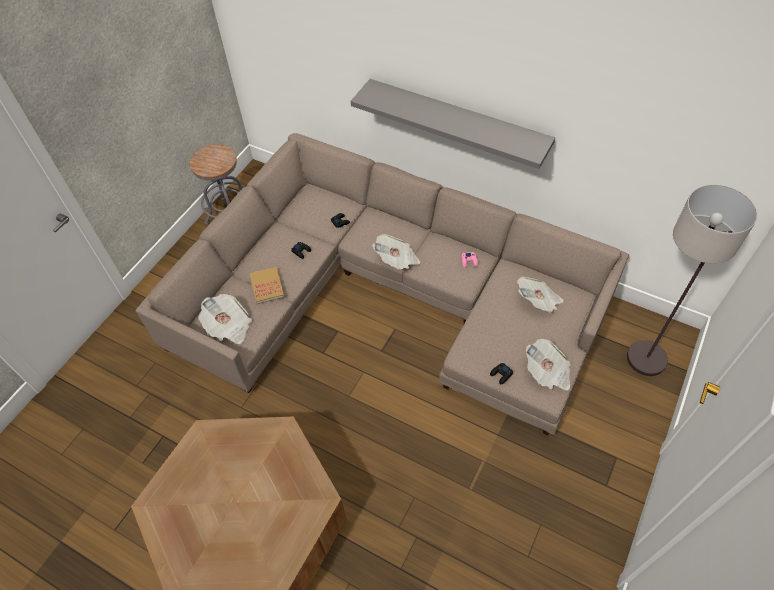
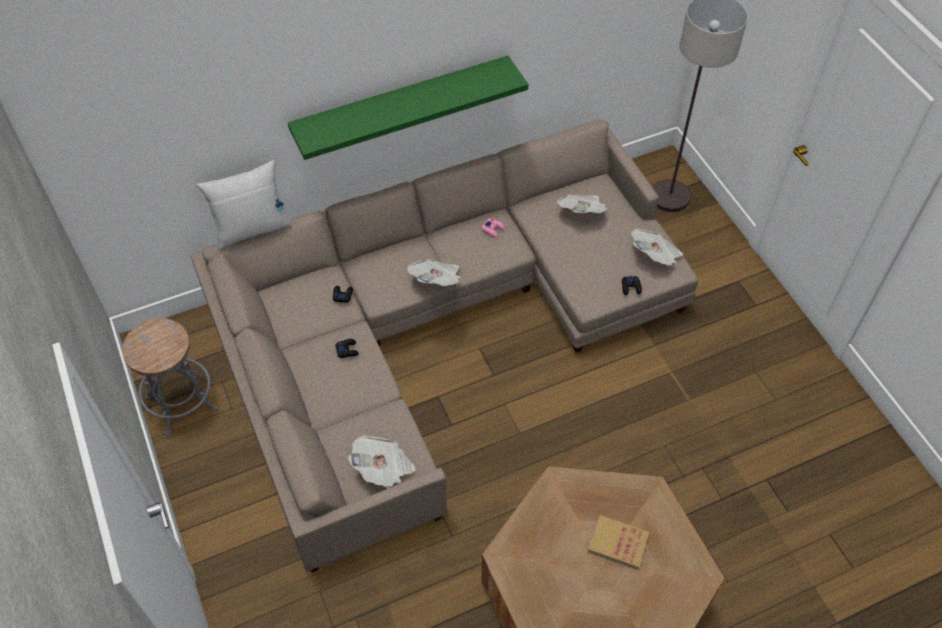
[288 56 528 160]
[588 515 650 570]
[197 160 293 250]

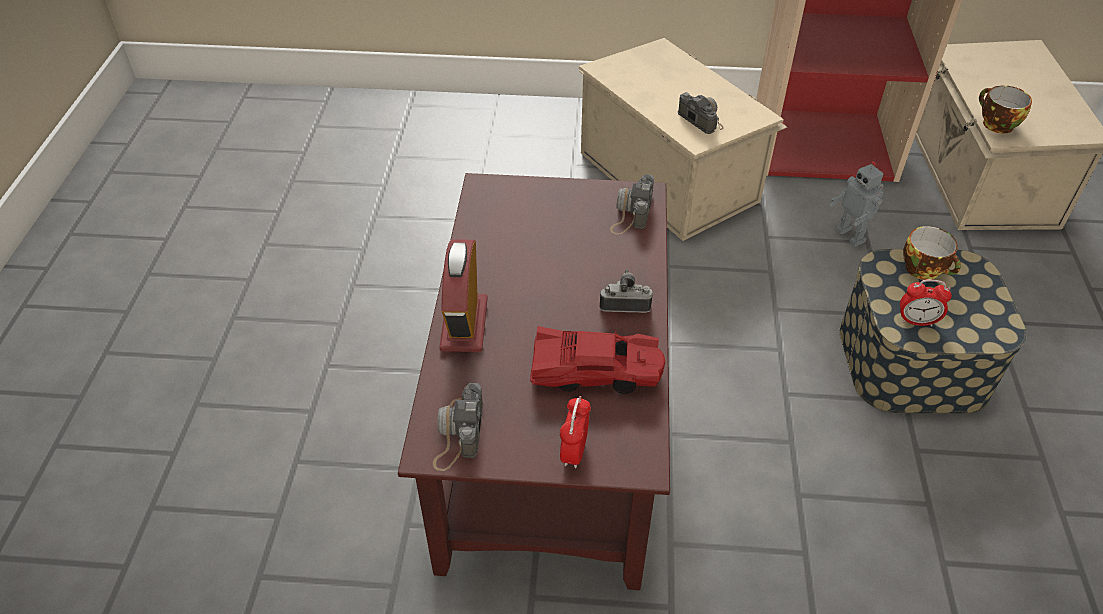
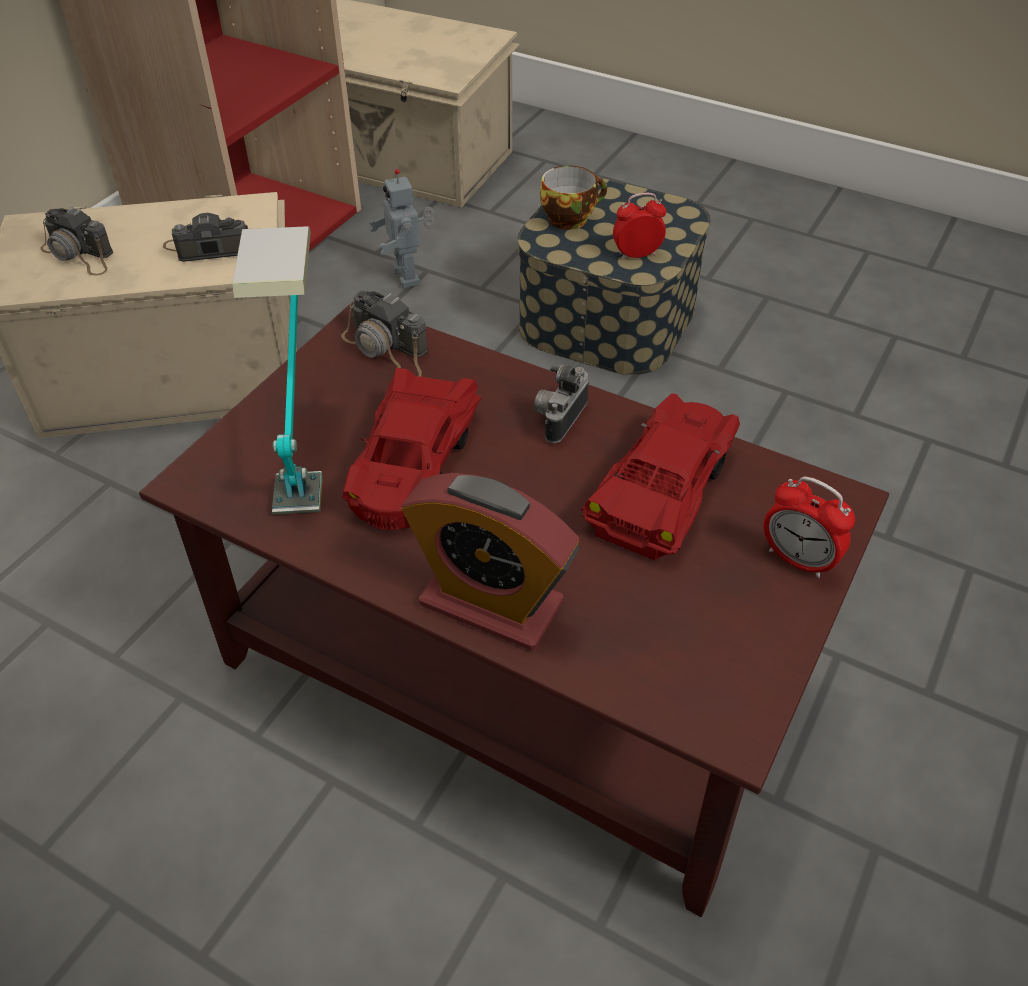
[979 85 1032 134] (first image)
[369 169 434 288]
[613 193 666 259]
[40 207 113 276]
[232 226 322 514]
[342 367 481 530]

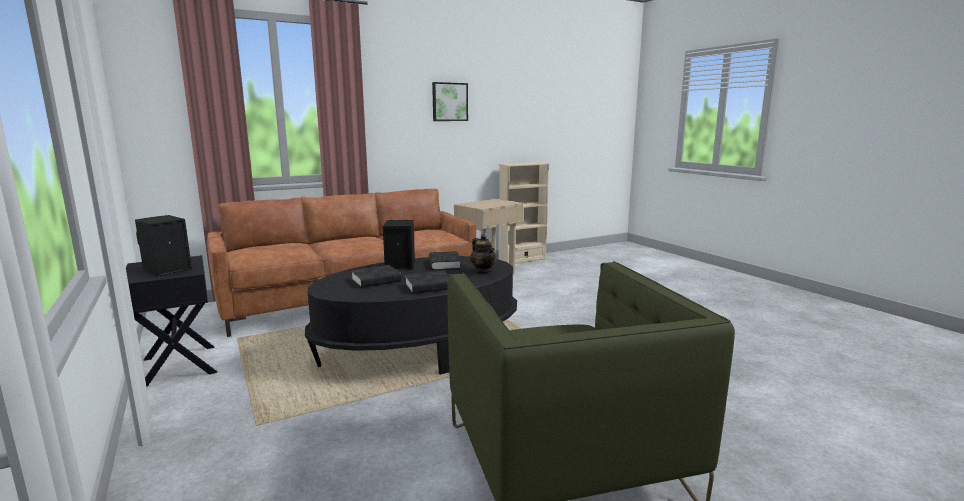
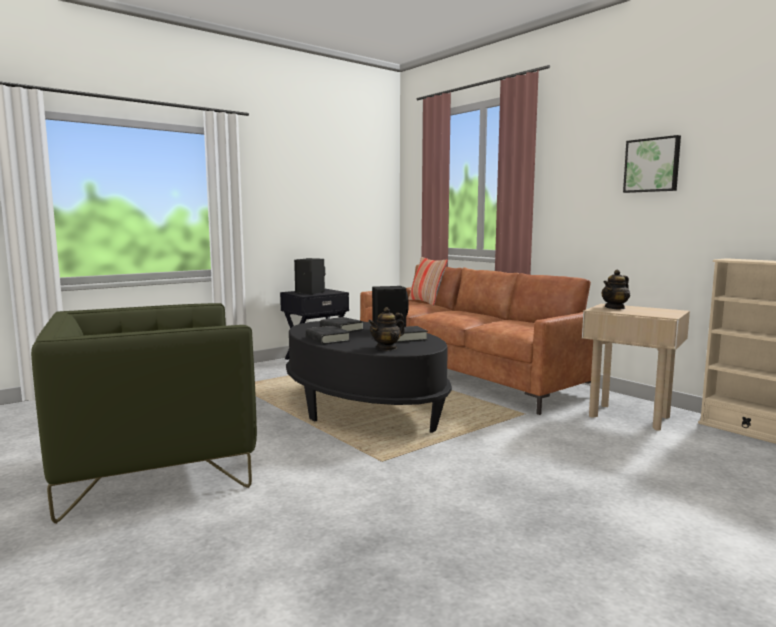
[408 257 448 306]
[602 269 630 310]

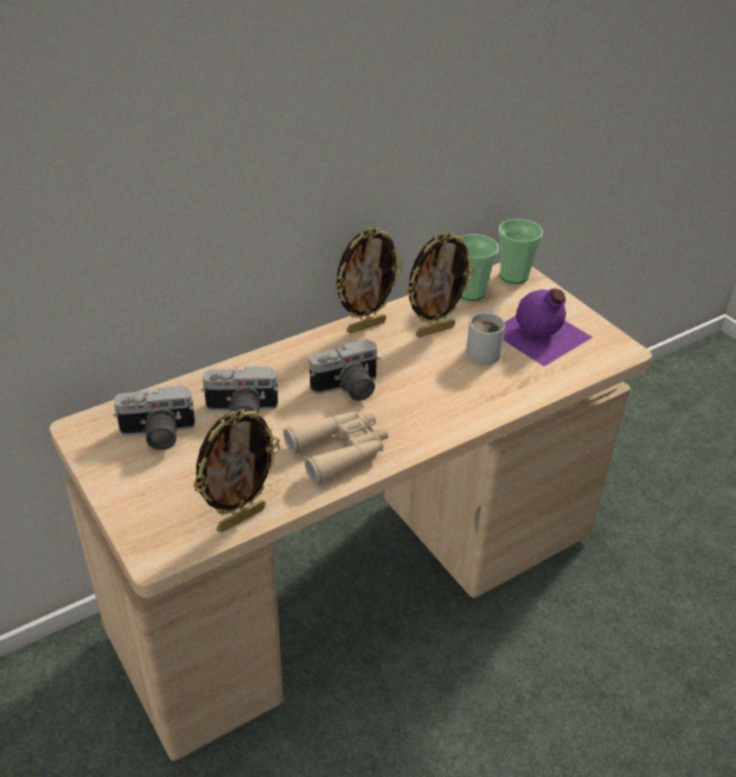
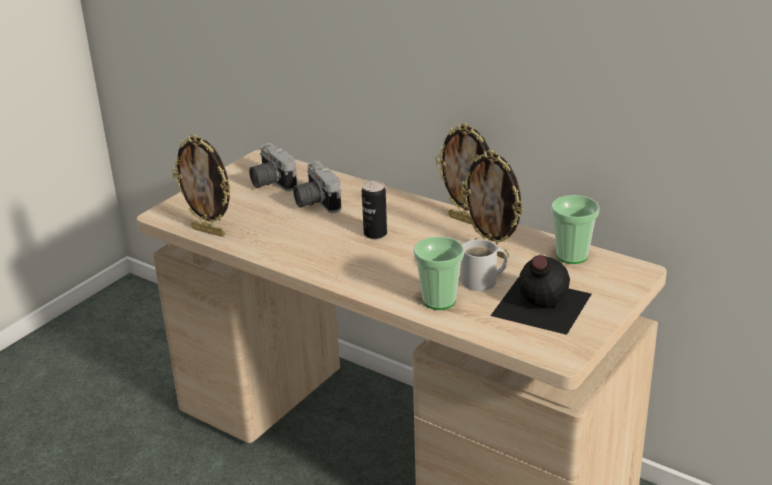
[413 236 464 310]
[490 255 591 335]
[362 181 387 239]
[283 410 388 485] (first image)

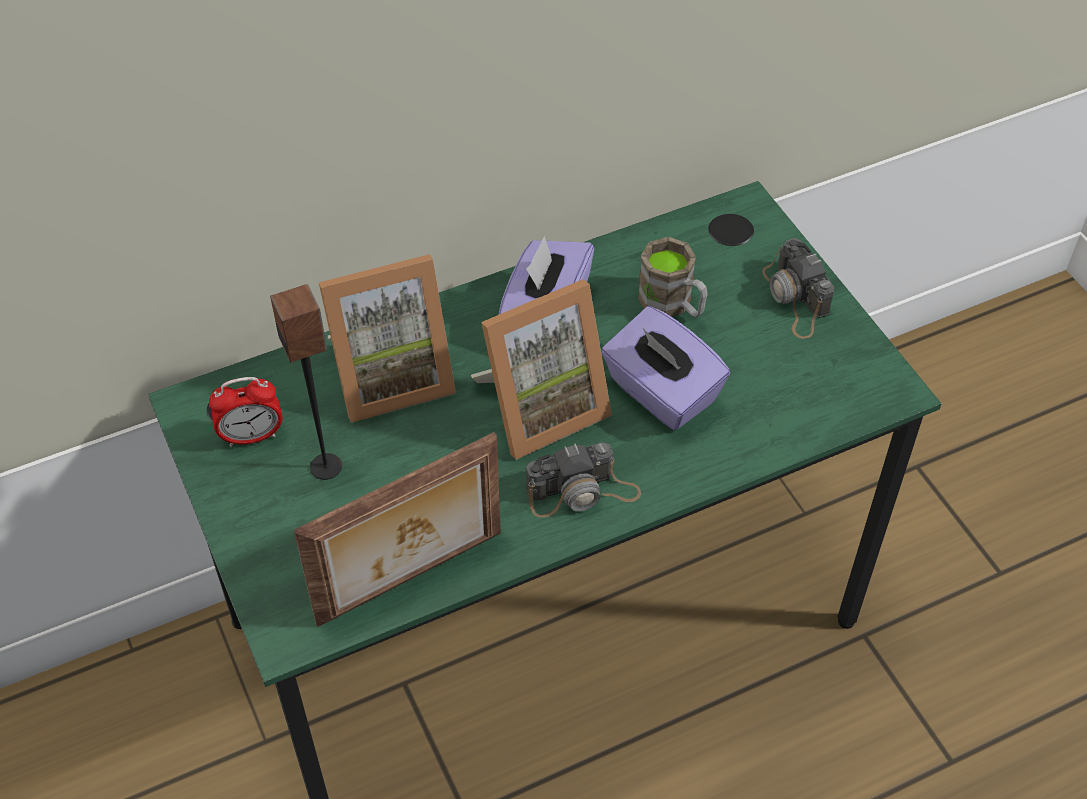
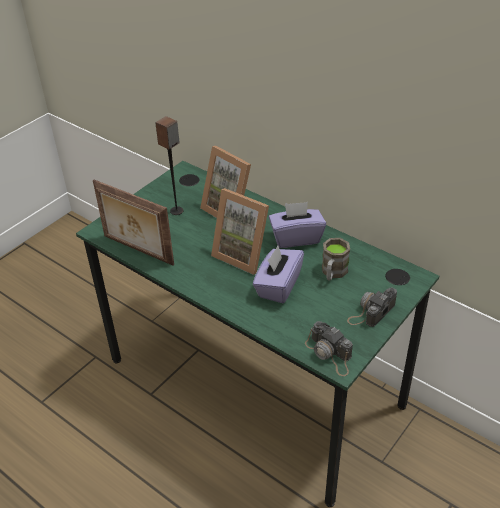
[209 377 283 447] (first image)
[305 321 353 376]

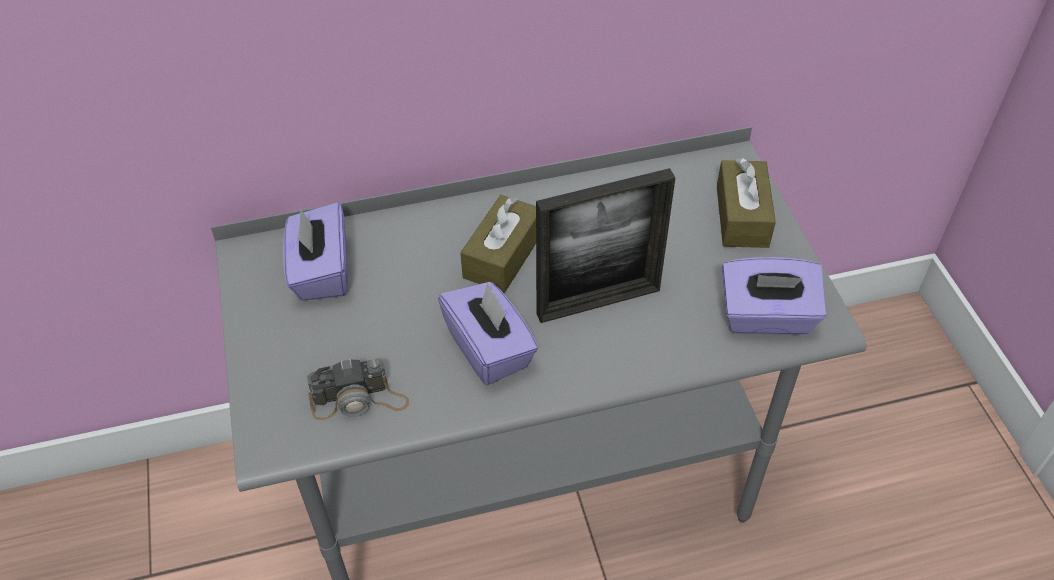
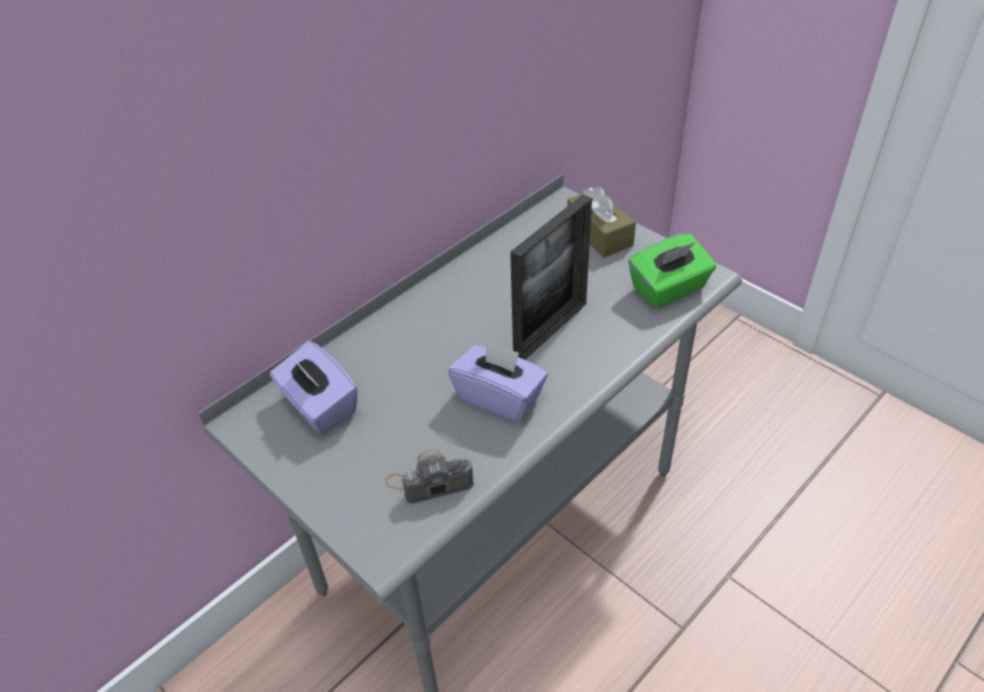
[460 195 536 293] (first image)
[628 233 717 308]
[385 449 474 504]

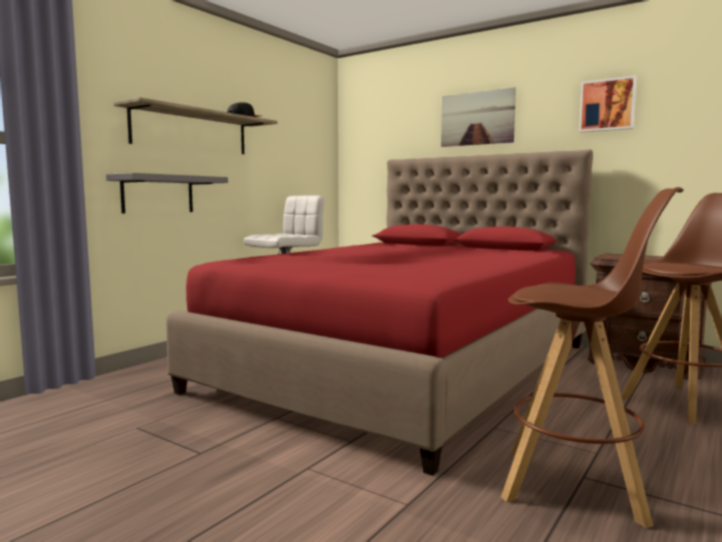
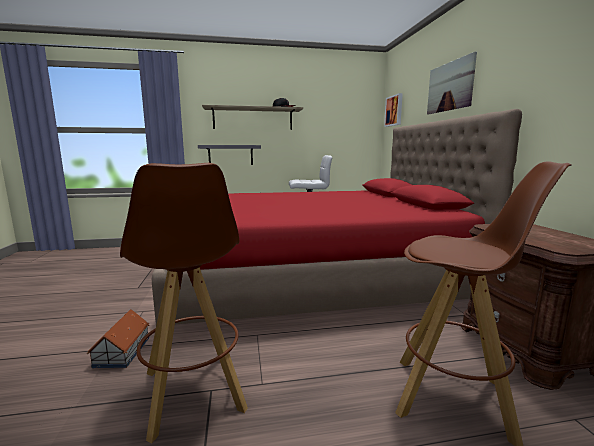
[384 93 403 127]
[87 309 149 368]

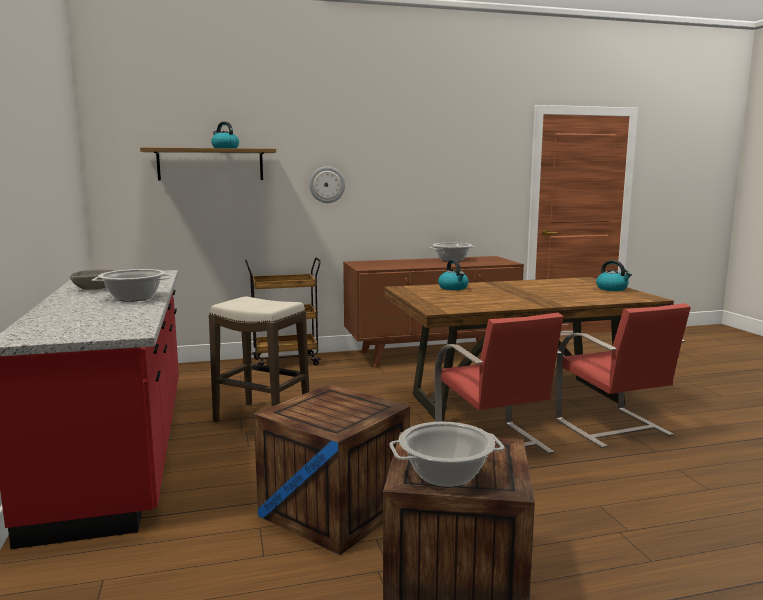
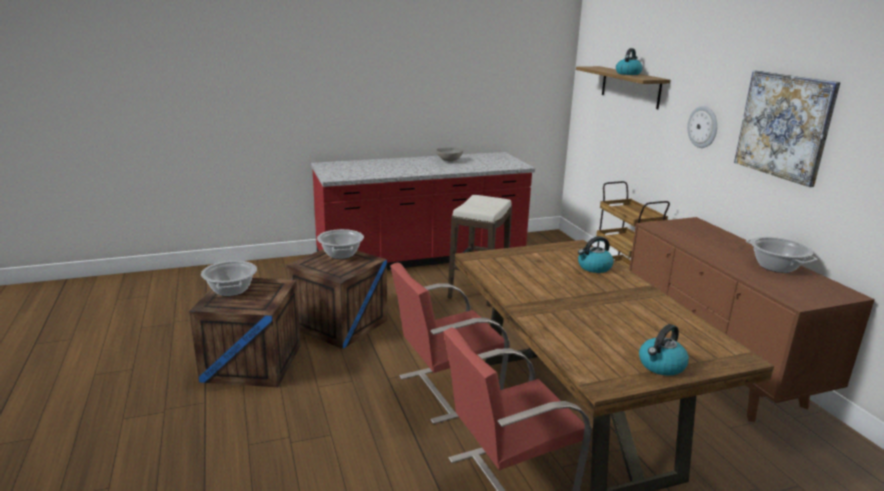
[317 229 364 259]
[734 70 841 187]

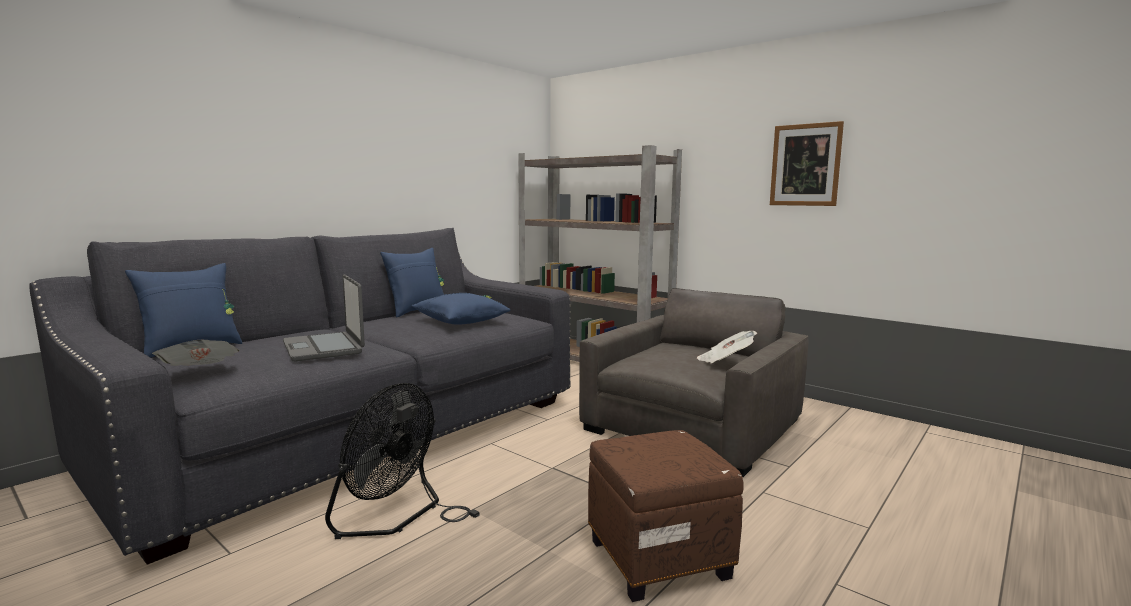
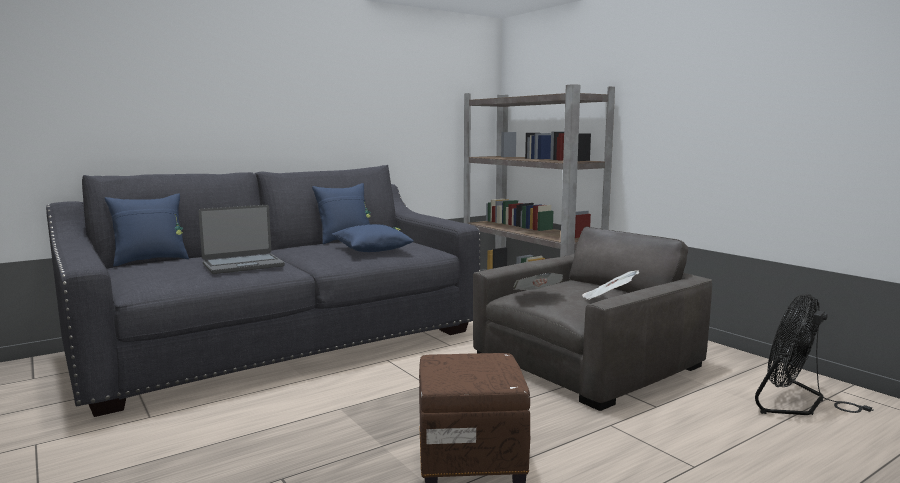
[770 121 844 206] (first image)
[198 205 285 274]
[513 273 563 290]
[755 294 874 415]

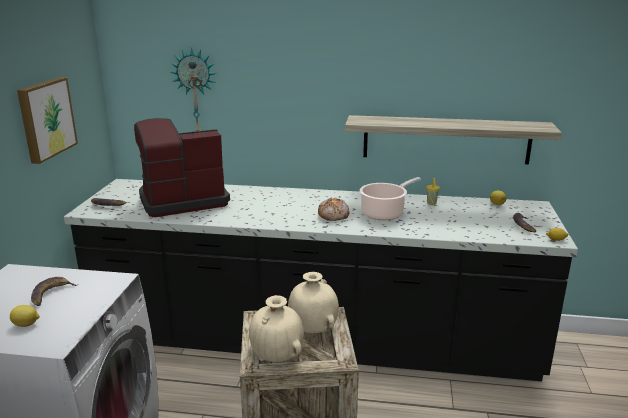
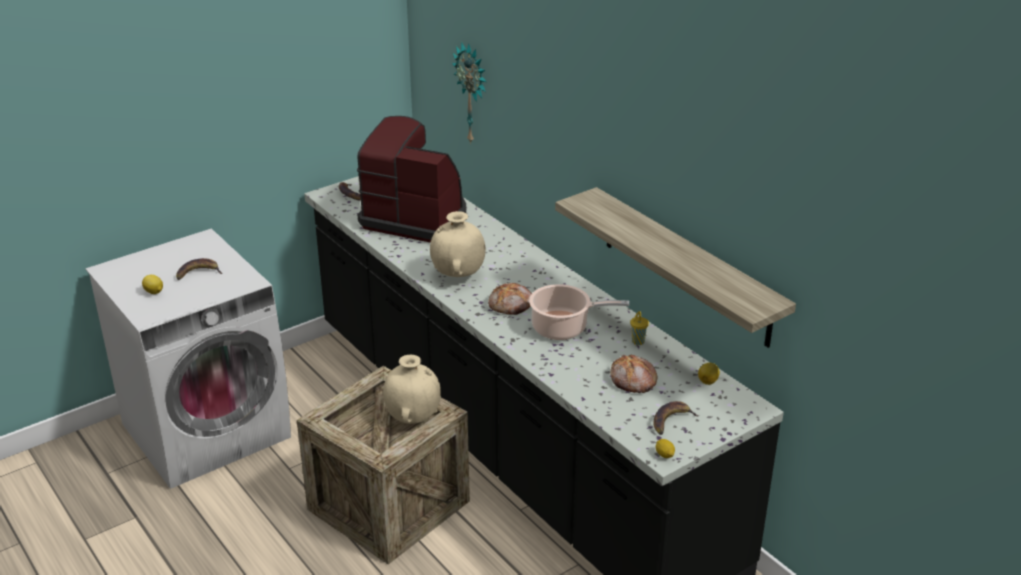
[17 77 78 164] (first image)
[430 211 486 277]
[610 355 658 393]

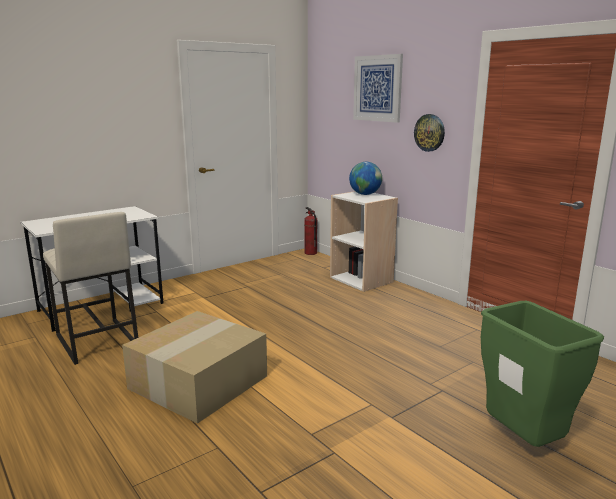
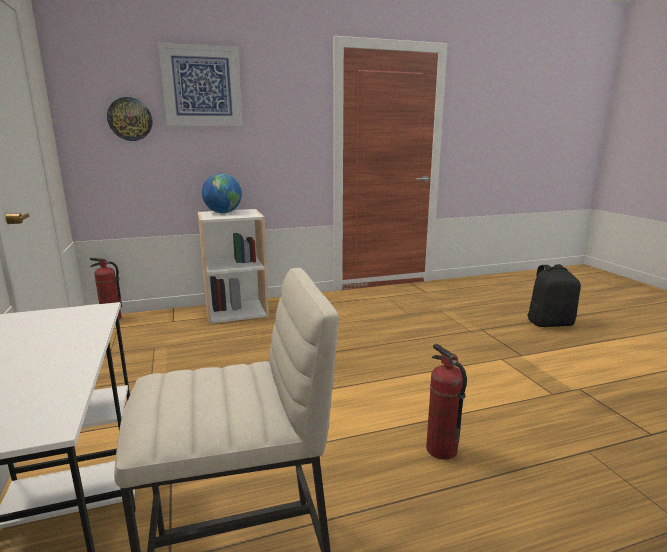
[107 97 152 141]
[528 264 581 327]
[426 344 467 460]

